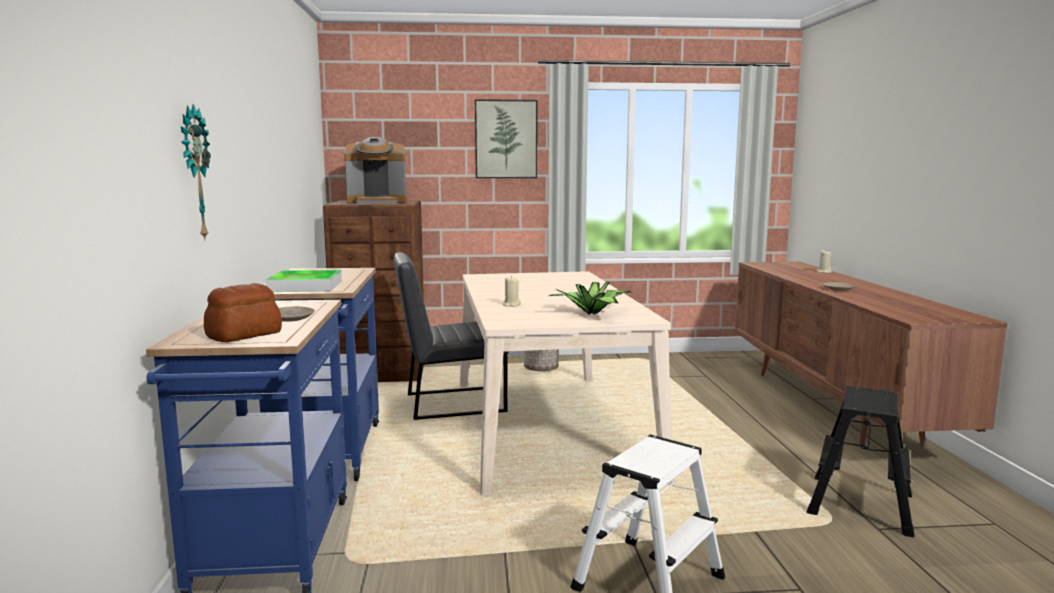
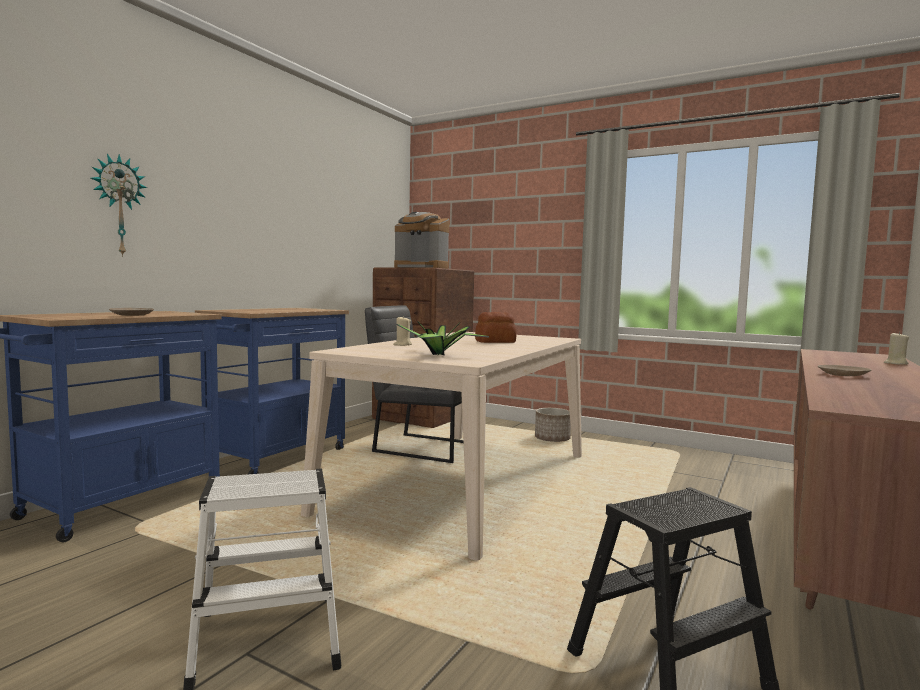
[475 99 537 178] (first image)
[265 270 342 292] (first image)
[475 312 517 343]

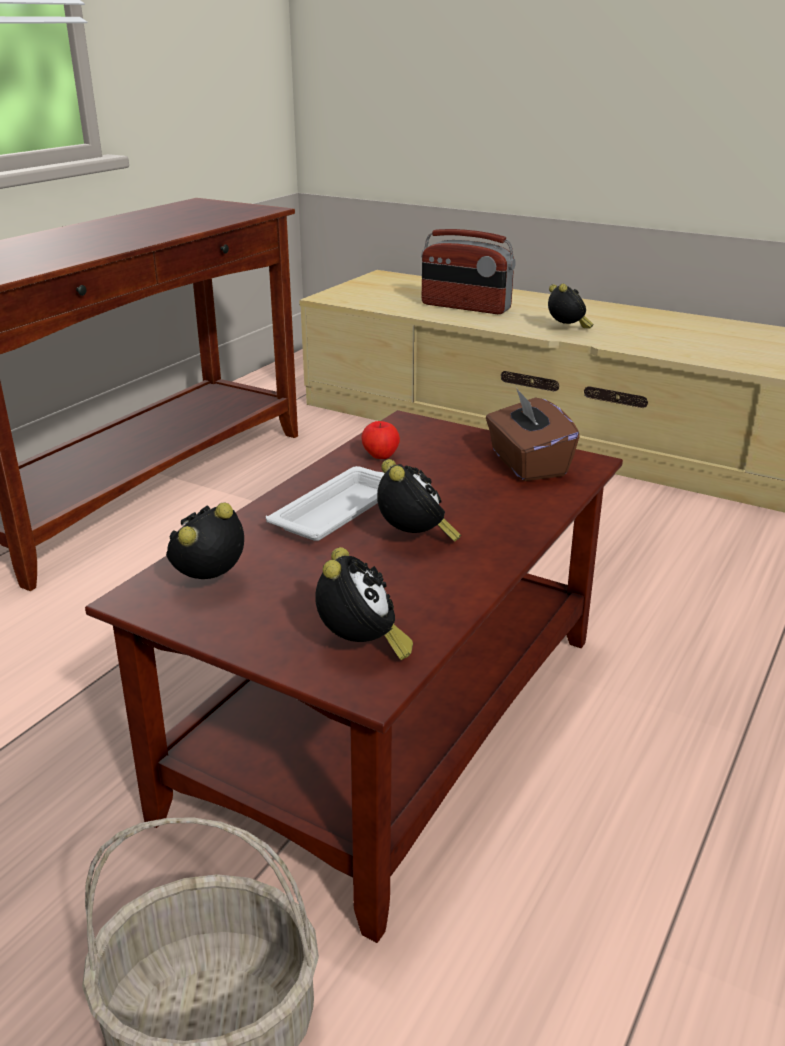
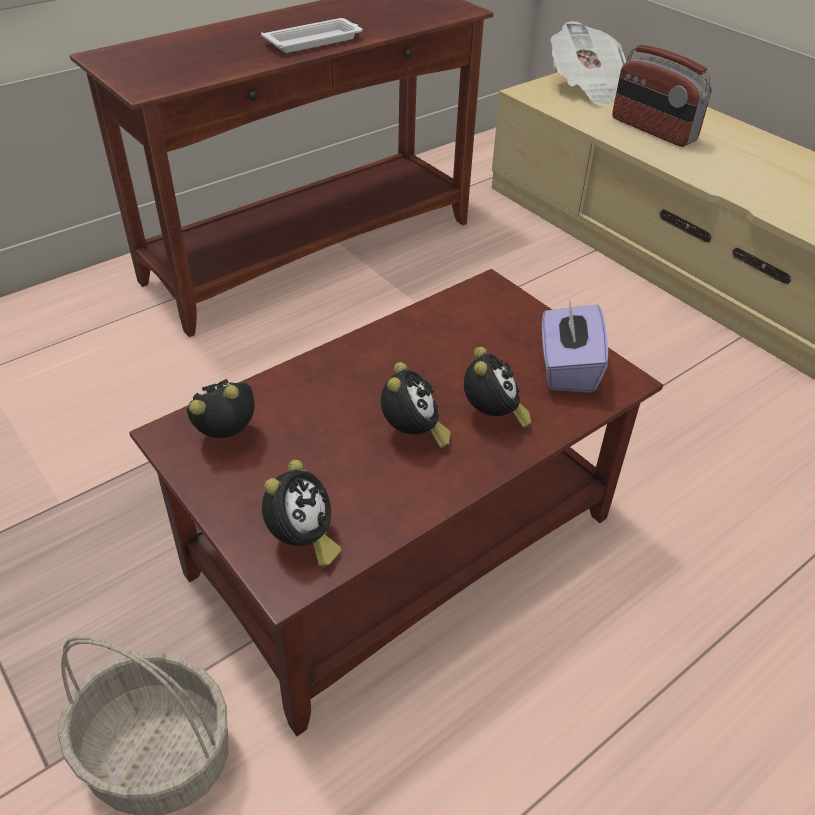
[464 347 531 428]
[542 299 608 393]
[361 421 400 459] (first image)
[261 18 362 53]
[551 21 626 106]

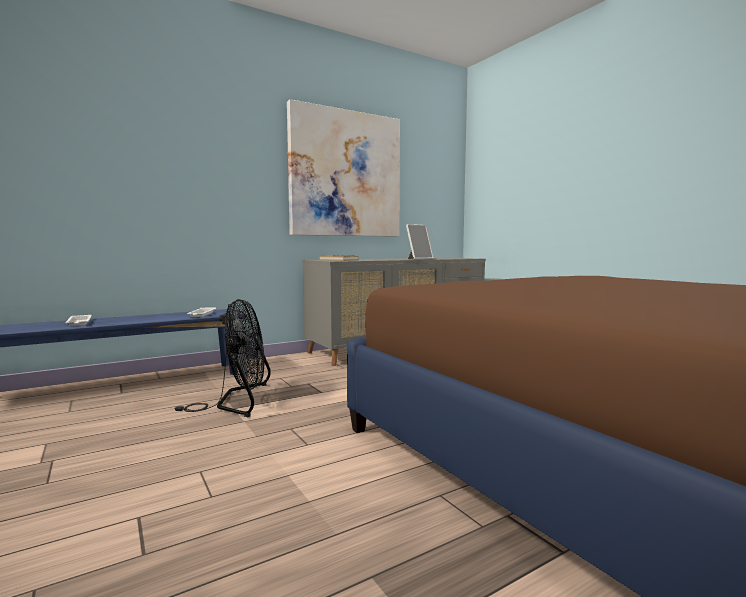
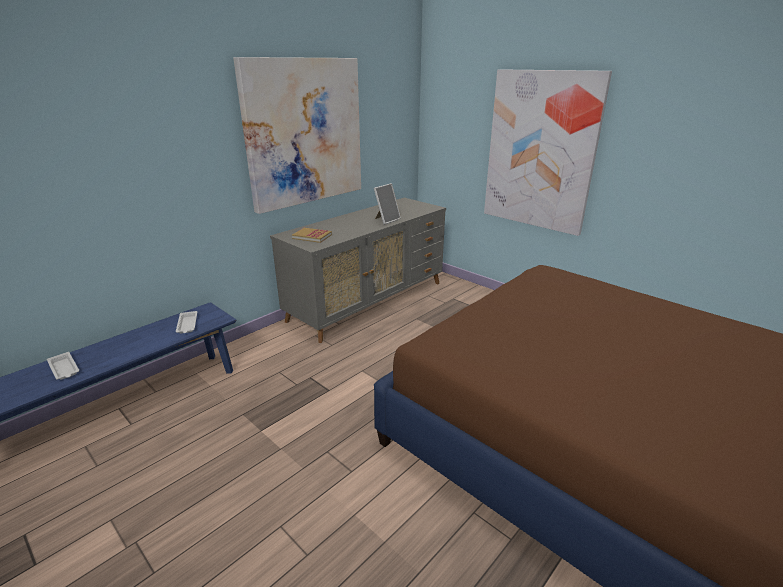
[175 299 271 417] (first image)
[484 69 612 236]

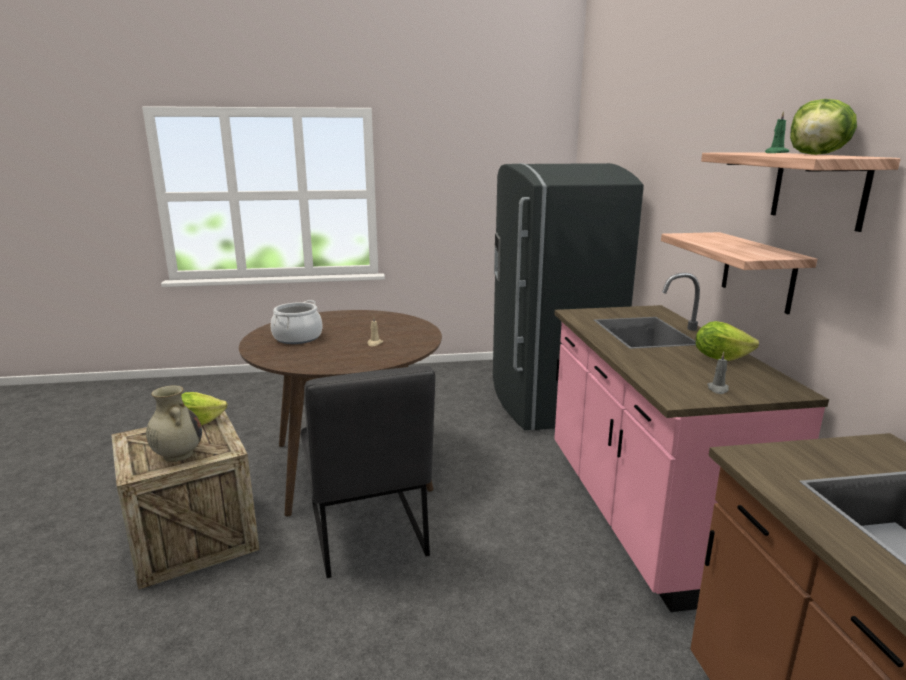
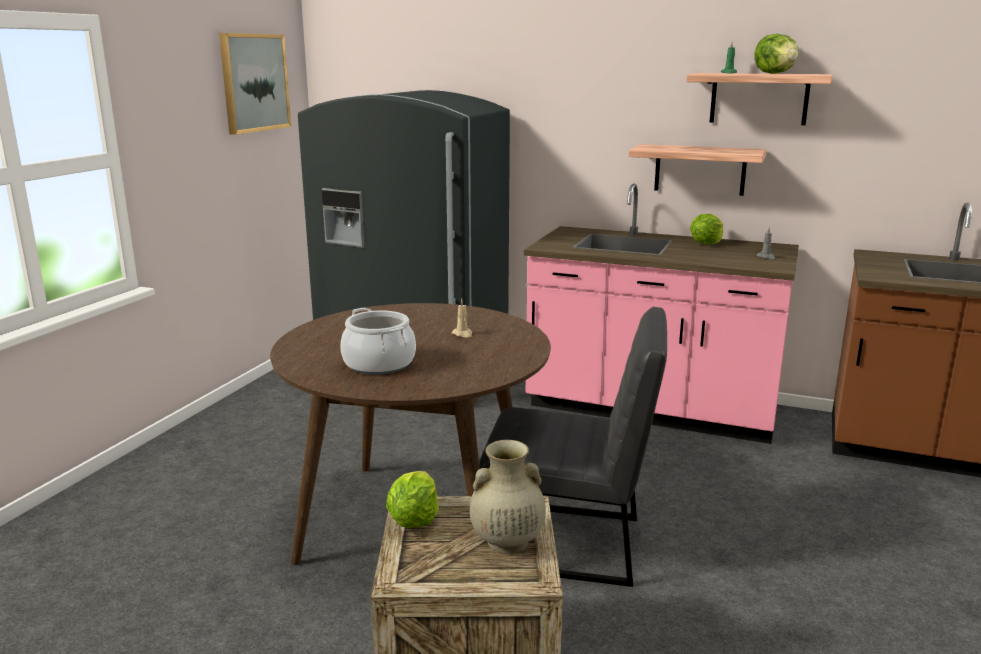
[219 33 291 135]

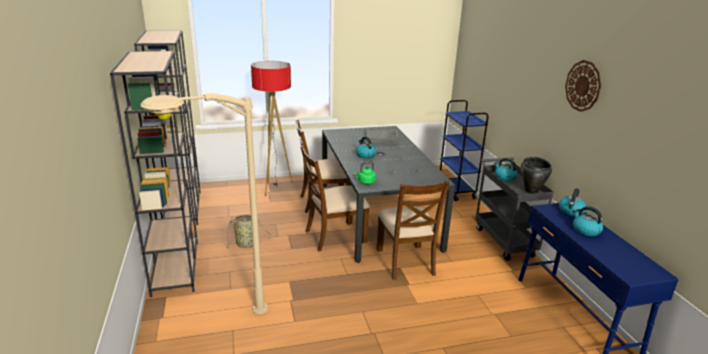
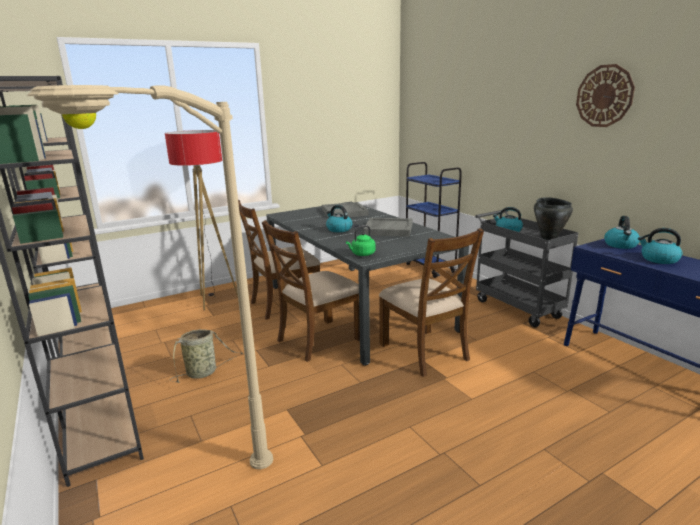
[363 218 413 237]

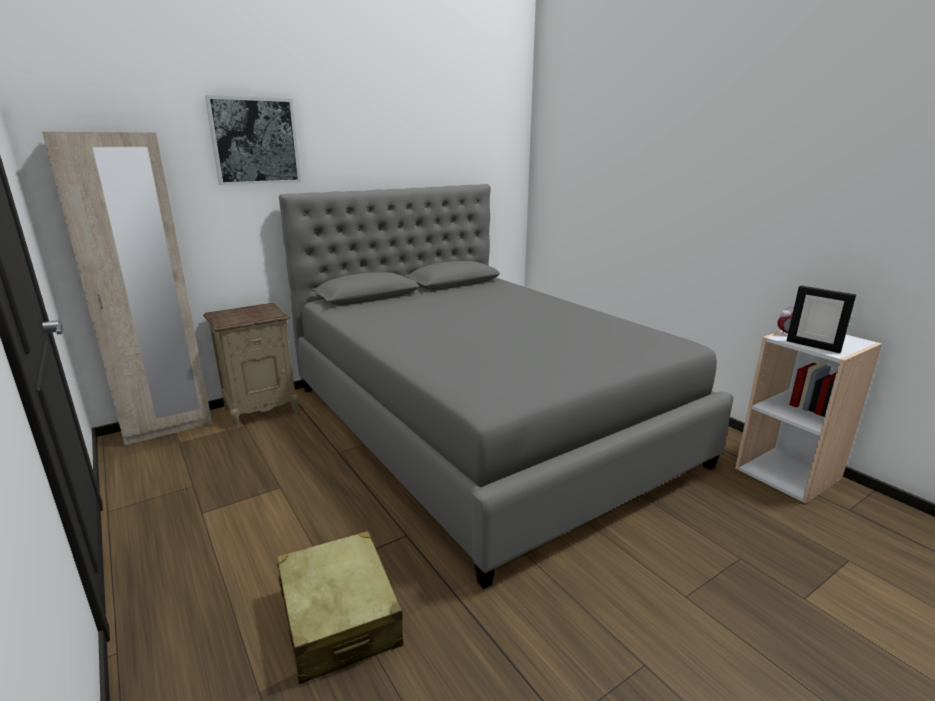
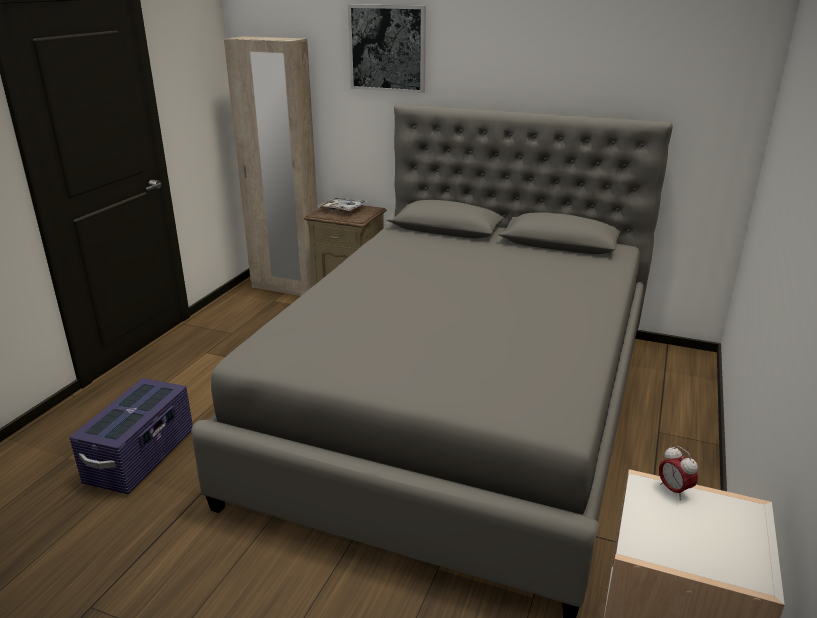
[787 286 856 353] (first image)
[69 378 193 494]
[318 197 368 212]

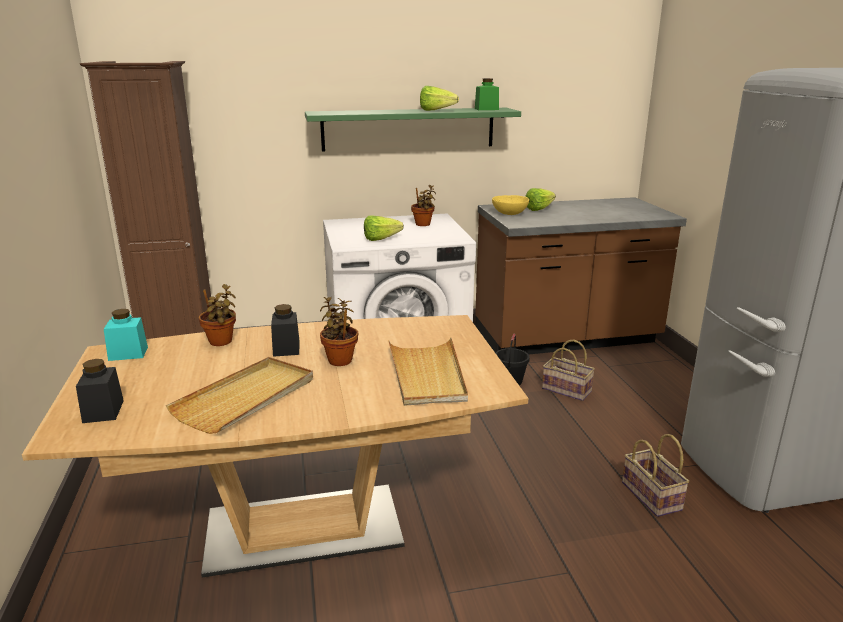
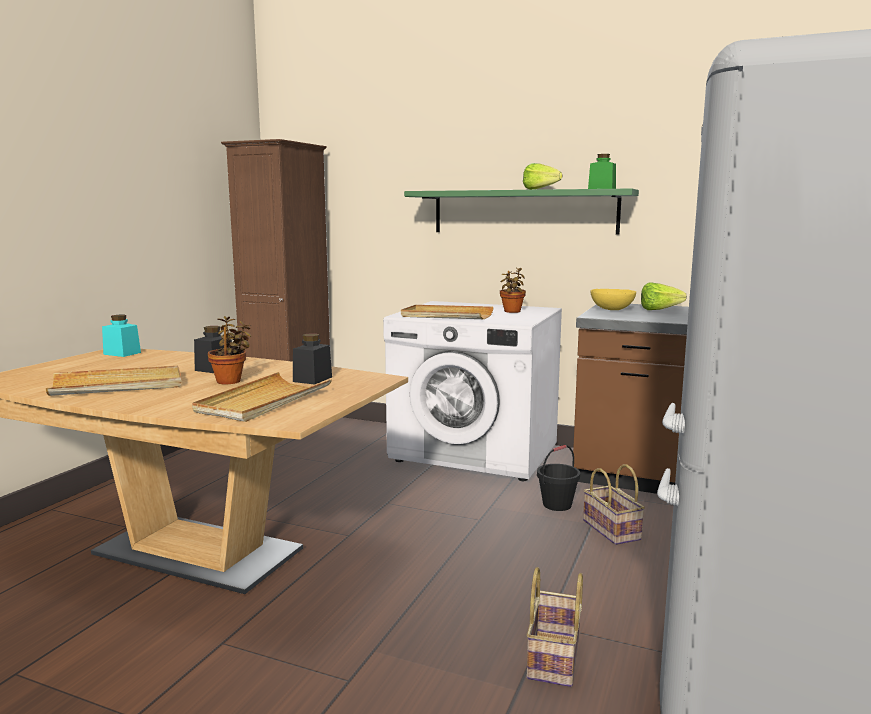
[401 305 494 319]
[199 284 236 346] (first image)
[293 333 332 384]

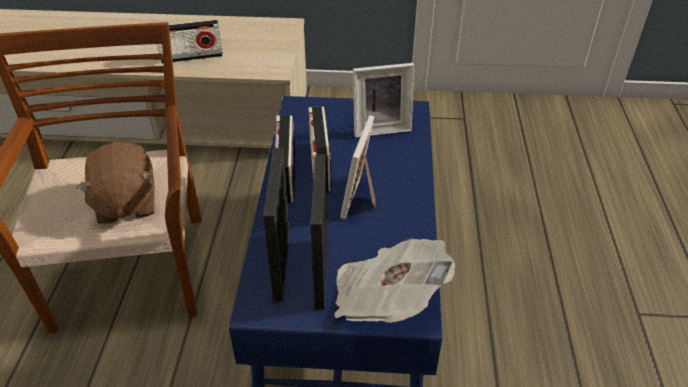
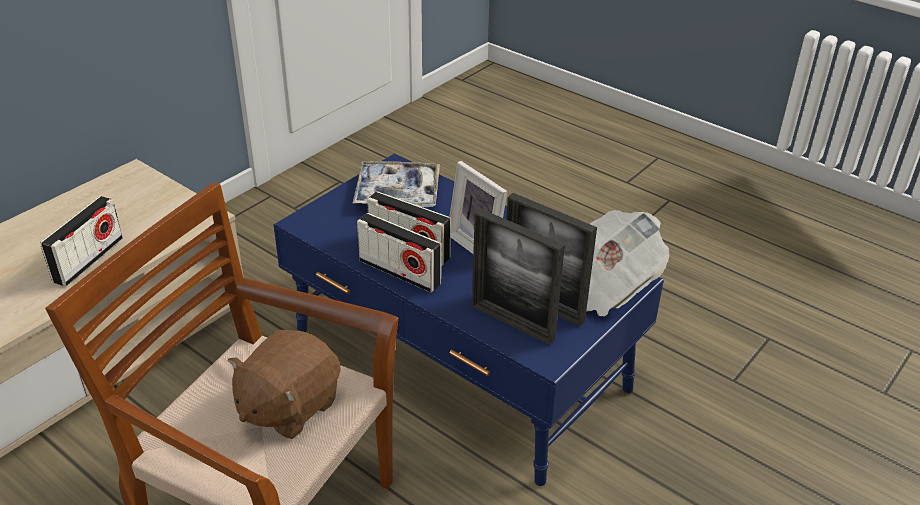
[352 161 440 207]
[228 330 340 439]

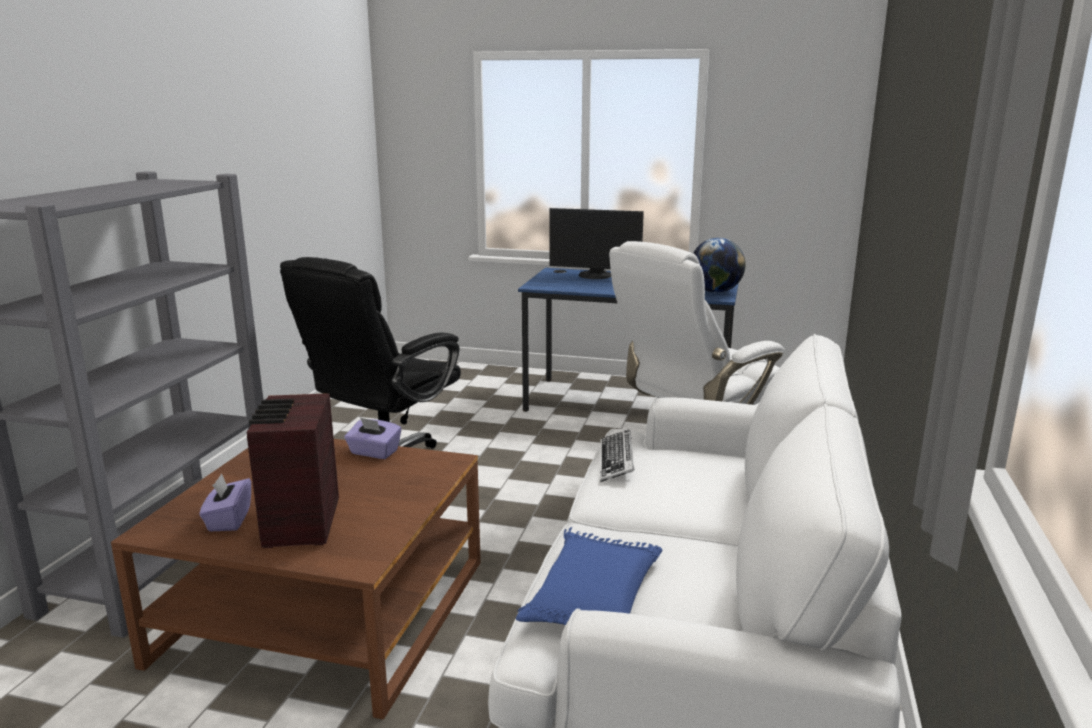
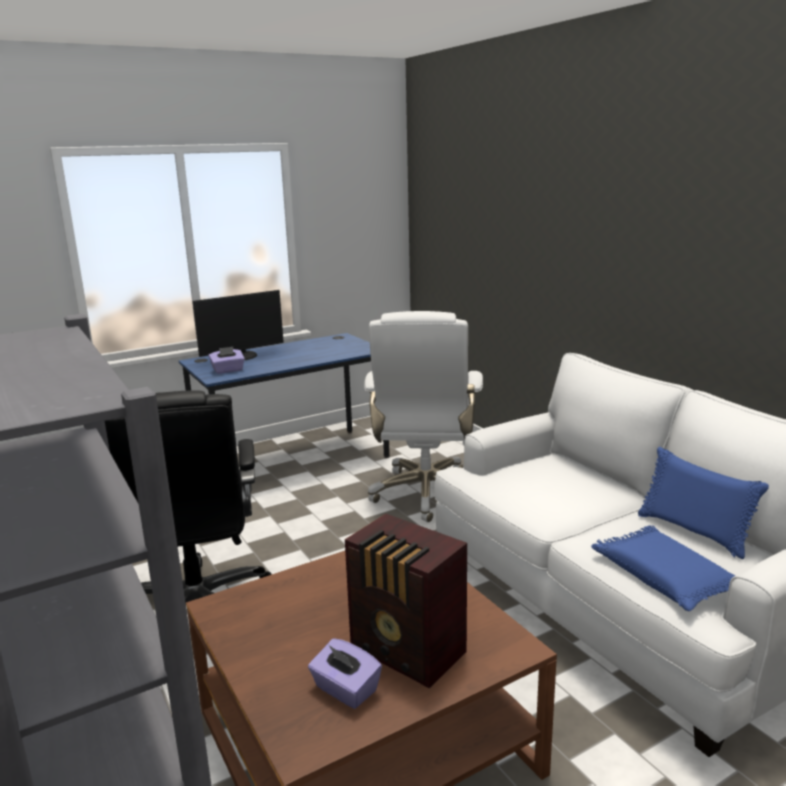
[693 238 746 293] (first image)
[209 347 245 374]
[600 430 635 482] (first image)
[638 447 769 559]

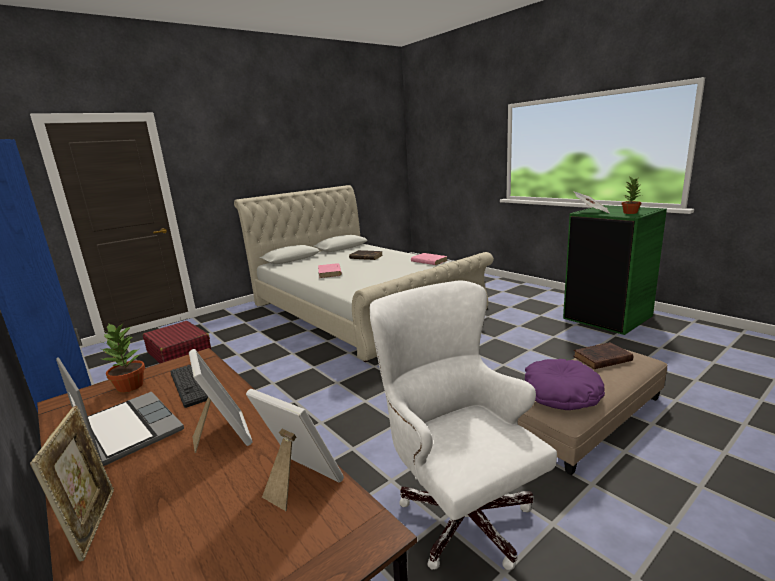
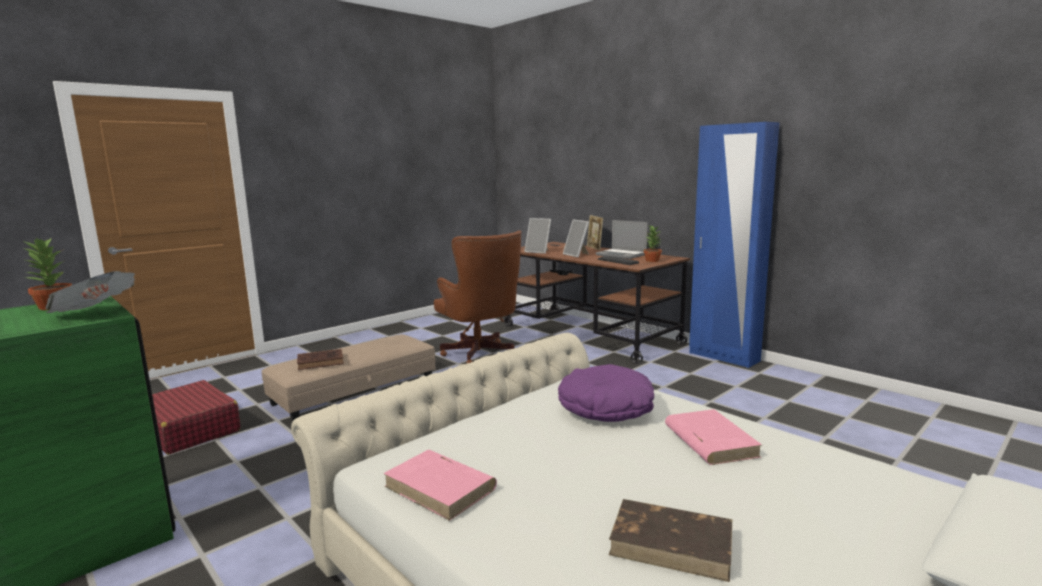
[434 230 522 363]
[152 380 241 455]
[558 364 654 422]

